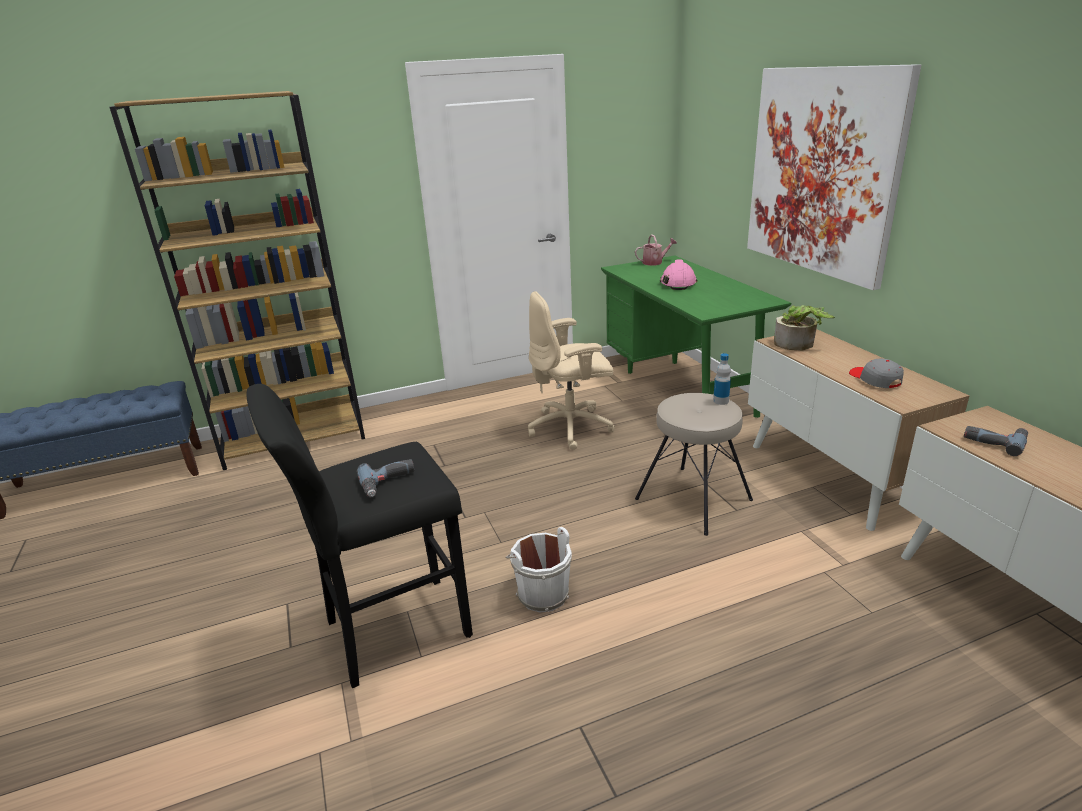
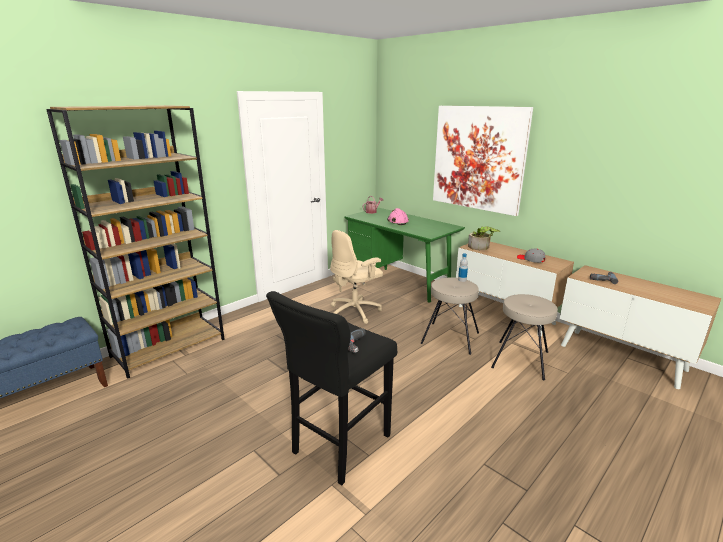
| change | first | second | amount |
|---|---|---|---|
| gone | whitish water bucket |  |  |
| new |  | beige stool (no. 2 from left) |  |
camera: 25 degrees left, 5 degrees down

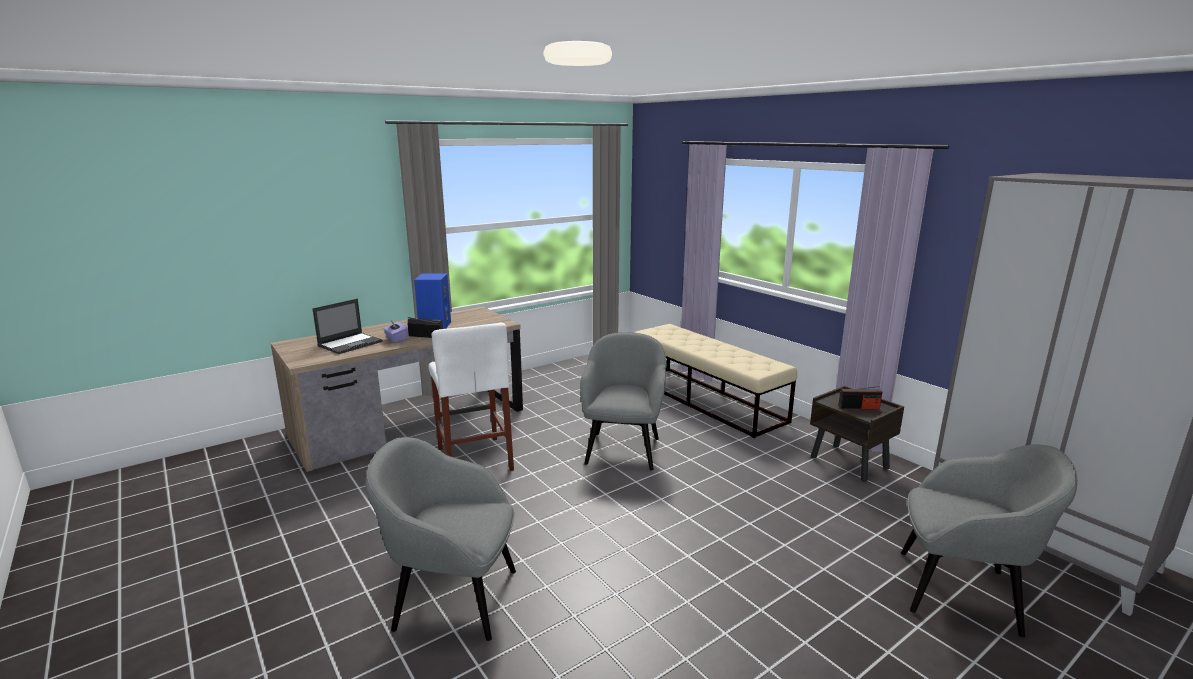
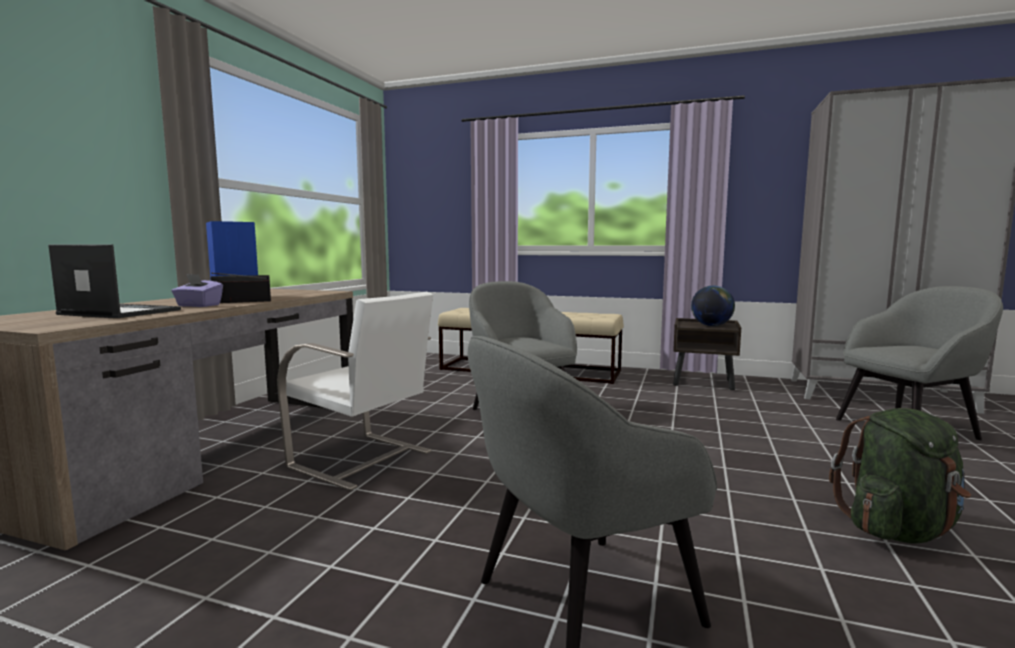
| change | first | second | amount |
|---|---|---|---|
| rotated | laptop |  | 75 degrees counterclockwise |
| swapped | whitish stool | whitish plain chair |  |
| swapped | radio receiver (no. 2 from left) | desk globe |  |
| new |  | green rucksack |  |
camera: 35 degrees left, 10 degrees down

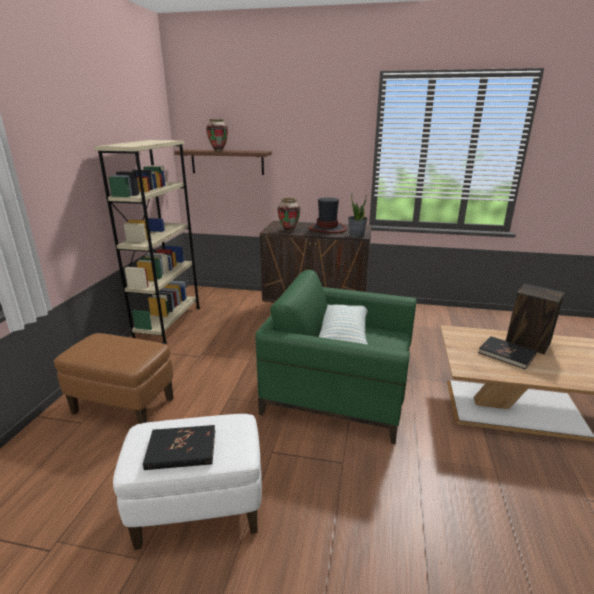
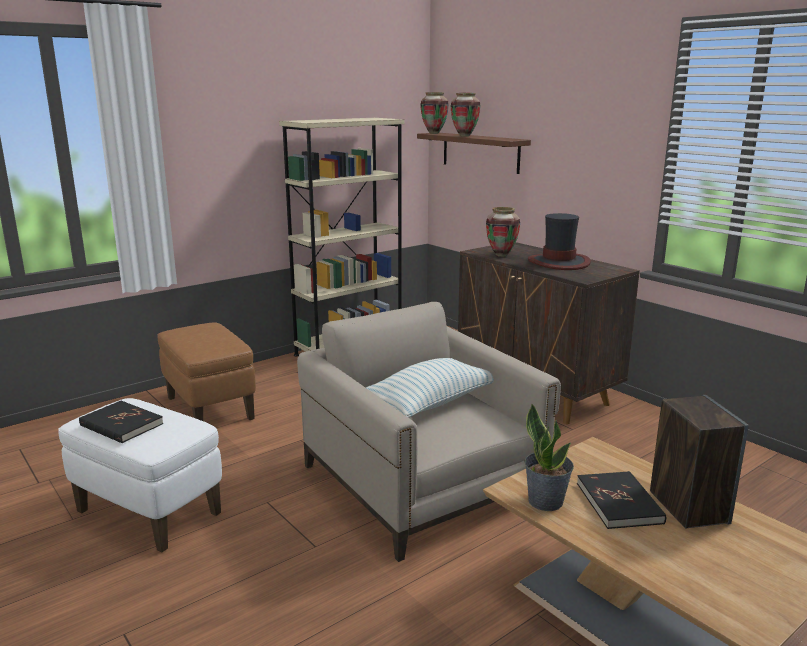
| change | first | second | amount |
|---|---|---|---|
| shifted | plant in a pot |  |  |
| repainted | green easy chair | beige easy chair |  |
| new |  | flower vase (no. 1 from left) |  |
camera: 40 degrees right, 5 degrees down

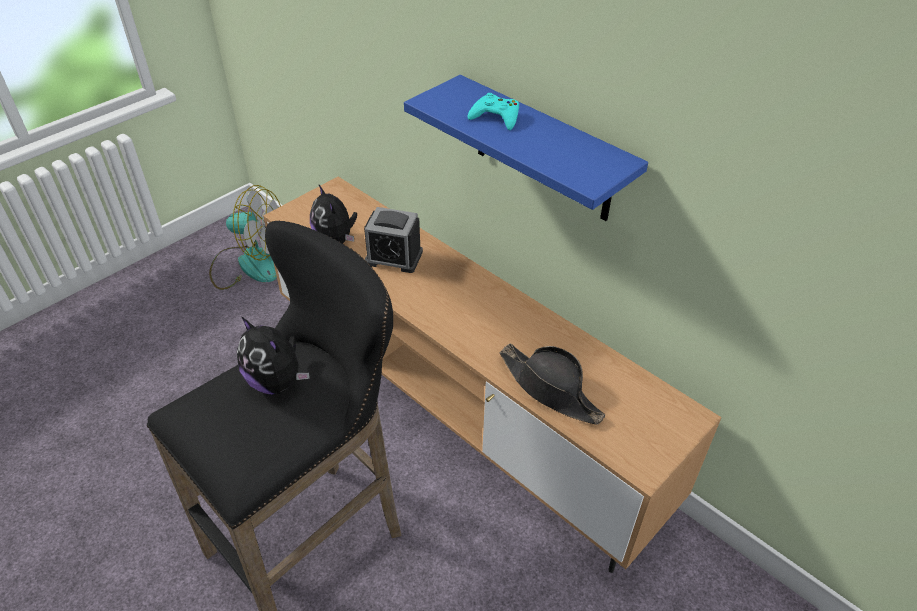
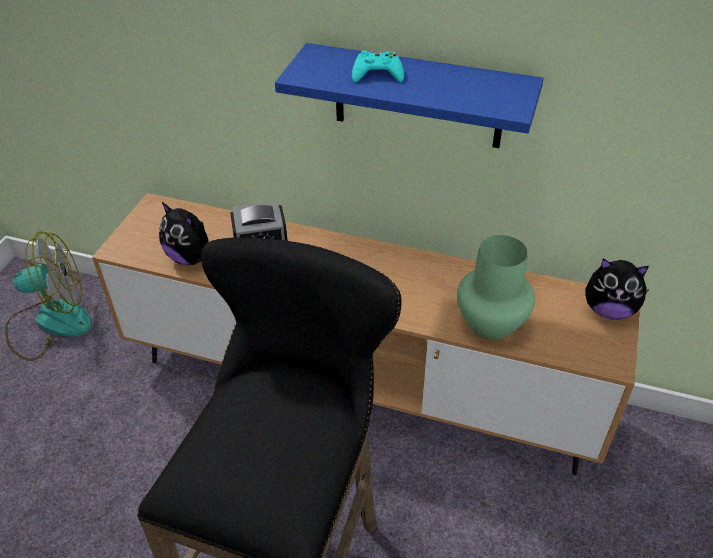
| change | first | second | amount |
|---|---|---|---|
| shifted | soft toy (no. 1 from left in the first image) | soft toy (no. 2 from left) |  |
| swapped | black hat | green flower vase |  |
camera: 25 degrees left, 0 degrees up

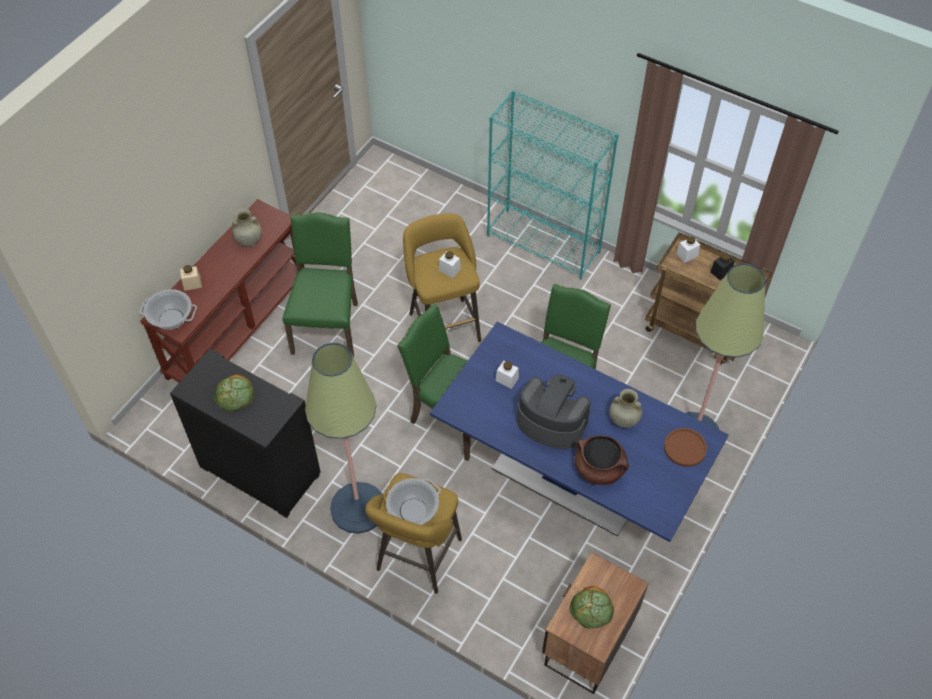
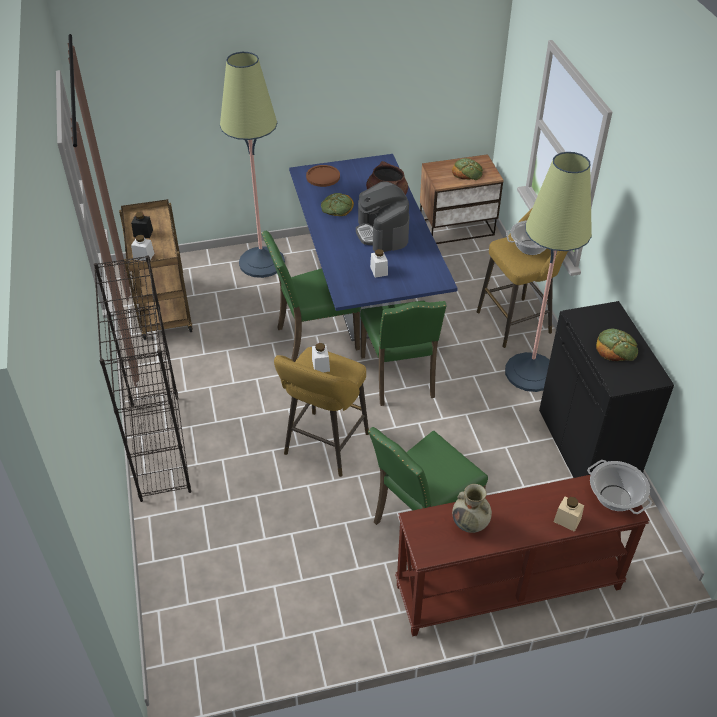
| change | first | second | amount |
|---|---|---|---|
| repainted | turquoise bookcase | black bookcase |  |
| swapped | beige flower vase (no. 2 from left) | bakery bread (no. 1 from left) |  |
camera: 135 degrees left, 10 degrees down

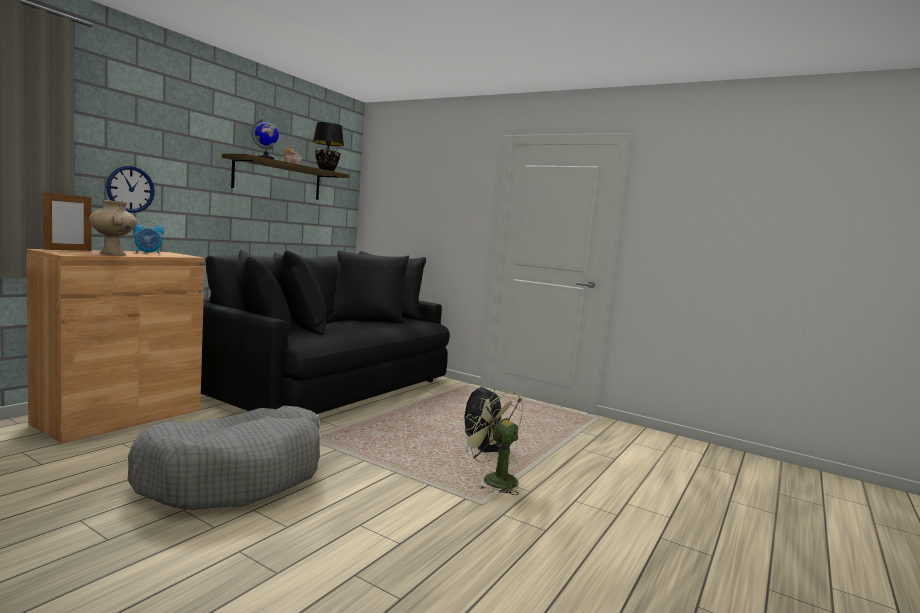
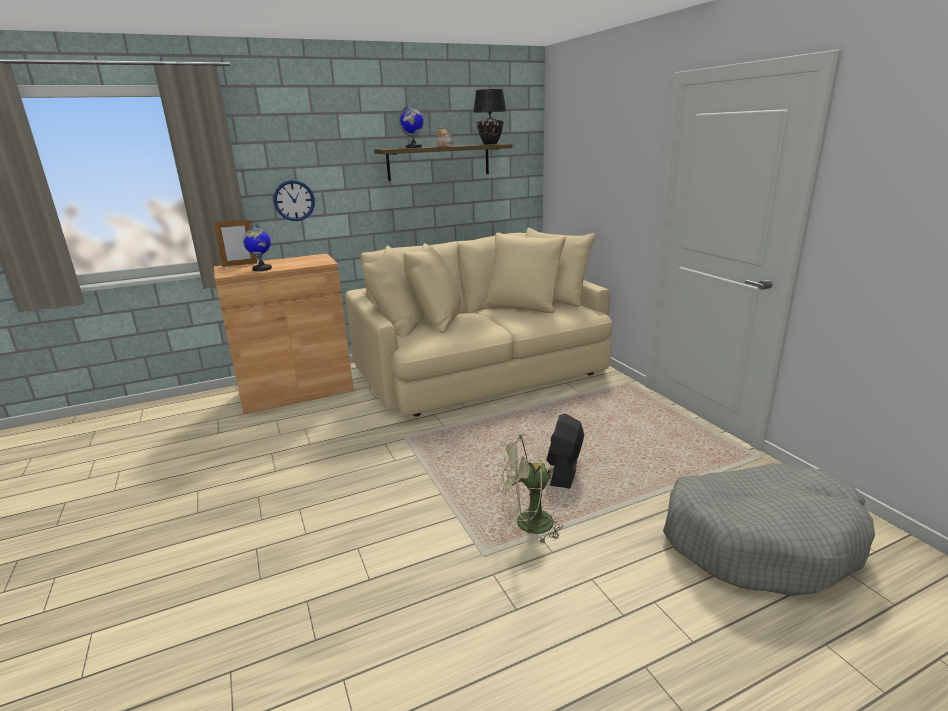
| change | first | second | amount |
|---|---|---|---|
| swapped | beige flower vase | desk globe (no. 1 from left) |  |
| gone | alarm clock |  |  |
| repainted | black sofa | beige sofa |  |
| rotated | green cooling fan |  | 90 degrees counterclockwise |
| shifted | gray dog cushion |  |  |
camera: 35 degrees right, 15 degrees up

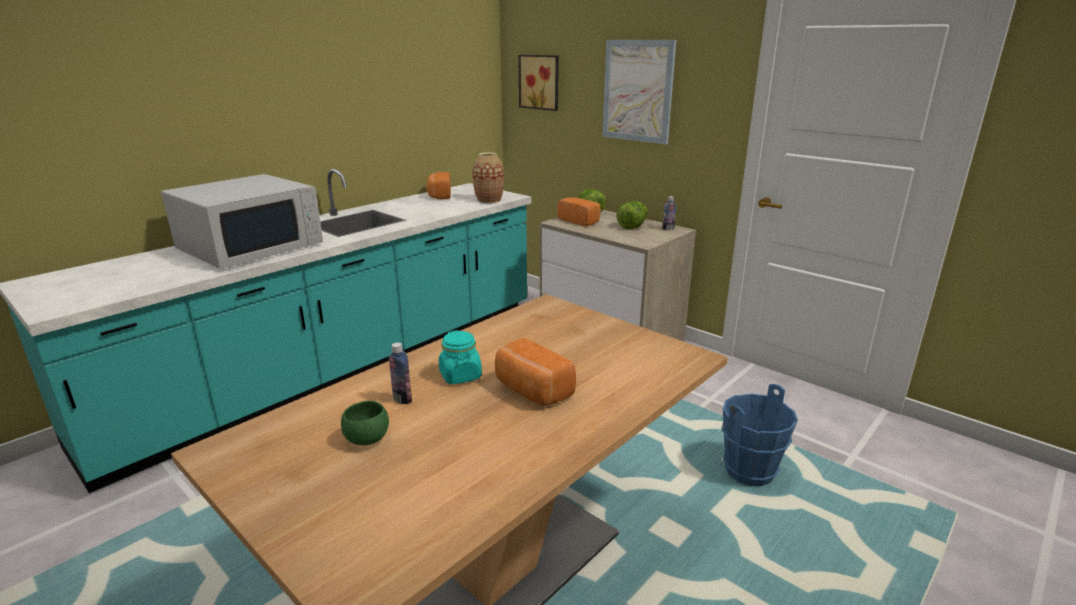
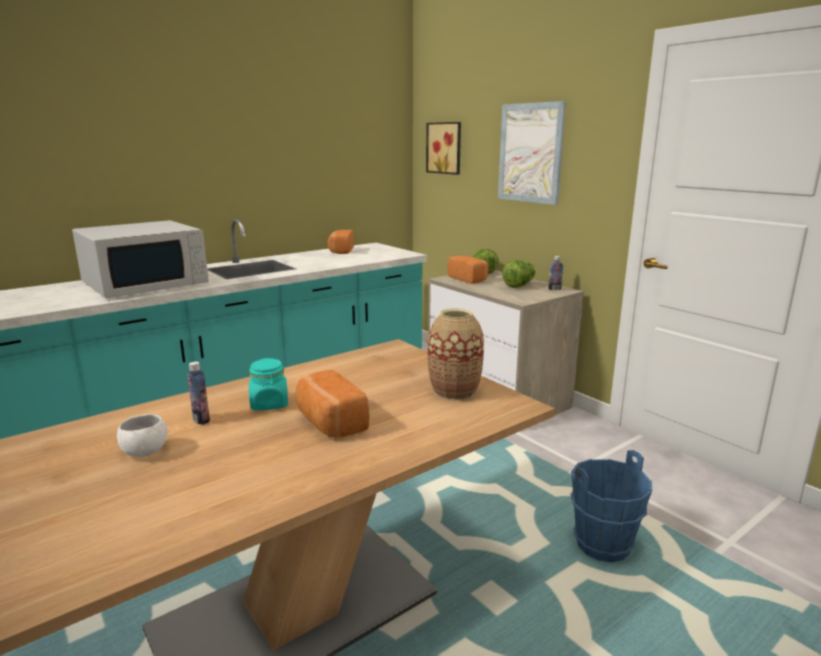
| change | first | second | amount |
|---|---|---|---|
| shifted | flower vase |  |  |
| repainted | green deep dish | whitish deep dish |  |
camera: 10 degrees right, 5 degrees down

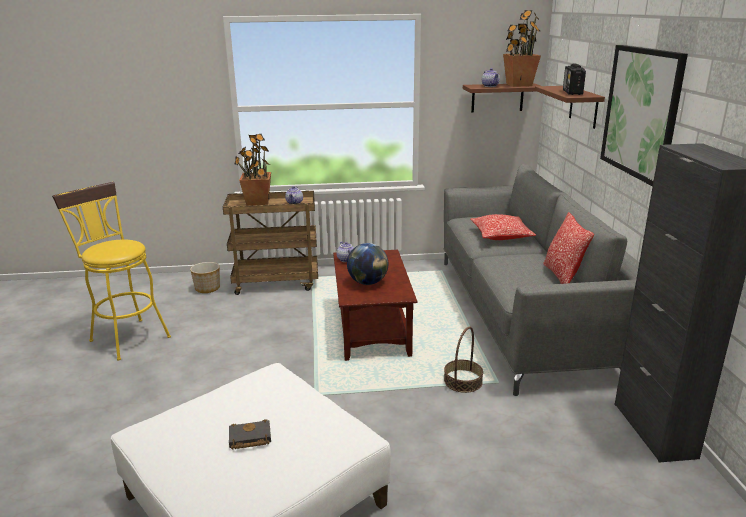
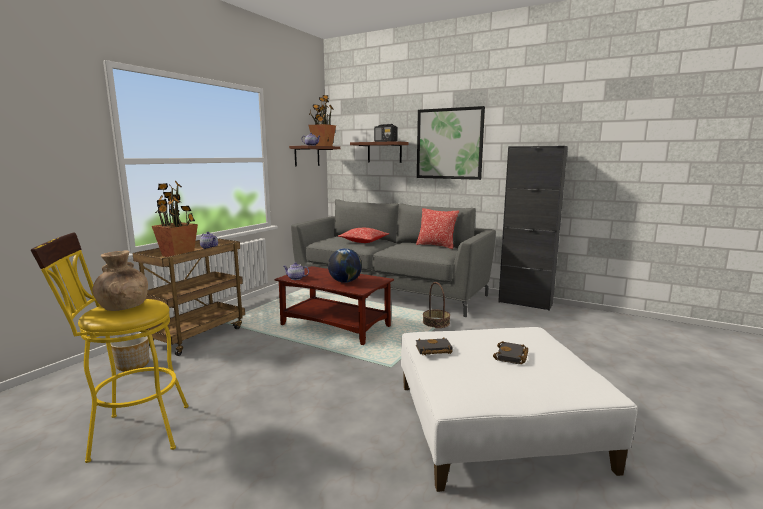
| change | first | second | amount |
|---|---|---|---|
| new |  | brown-coloured flower vase |  |
| new |  | black volume (no. 1 from left) |  |
camera: 55 degrees left, 10 degrees down

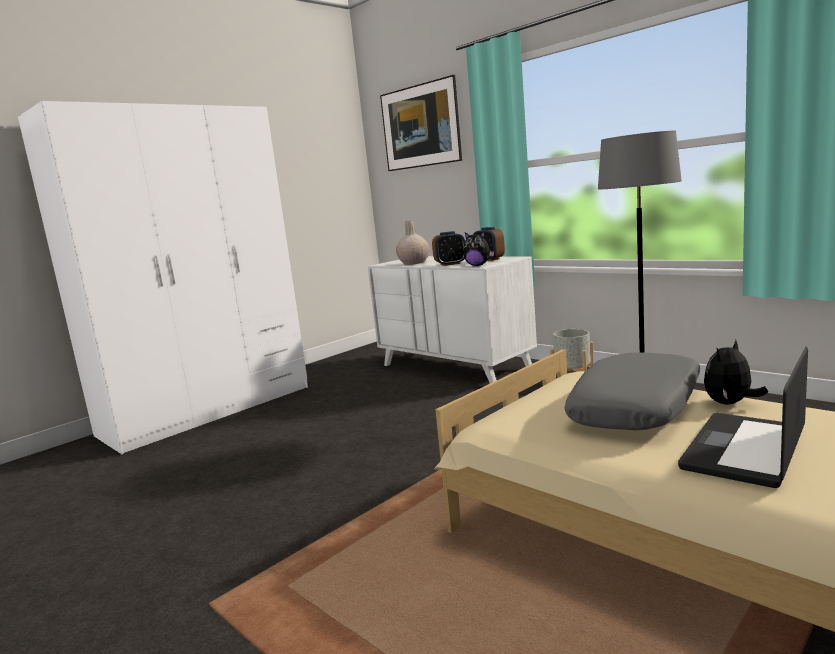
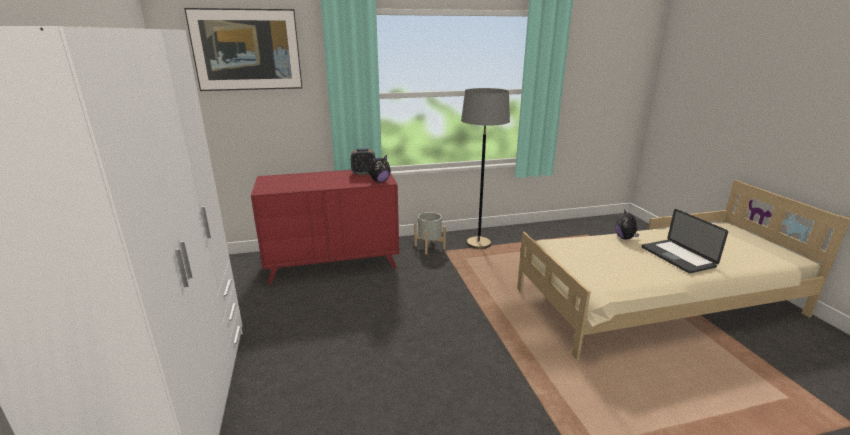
| change | first | second | amount |
|---|---|---|---|
| gone | beige flower vase |  |  |
| gone | alarm clock (no. 1 from left) |  |  |
| repainted | whitish drawer chest | red-coloured drawer chest |  |
| gone | gray throw pillow |  |  |
camera: 60 degrees left, 10 degrees up

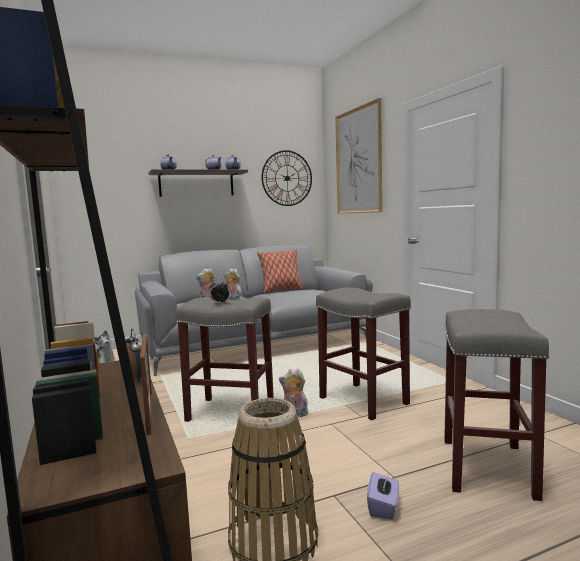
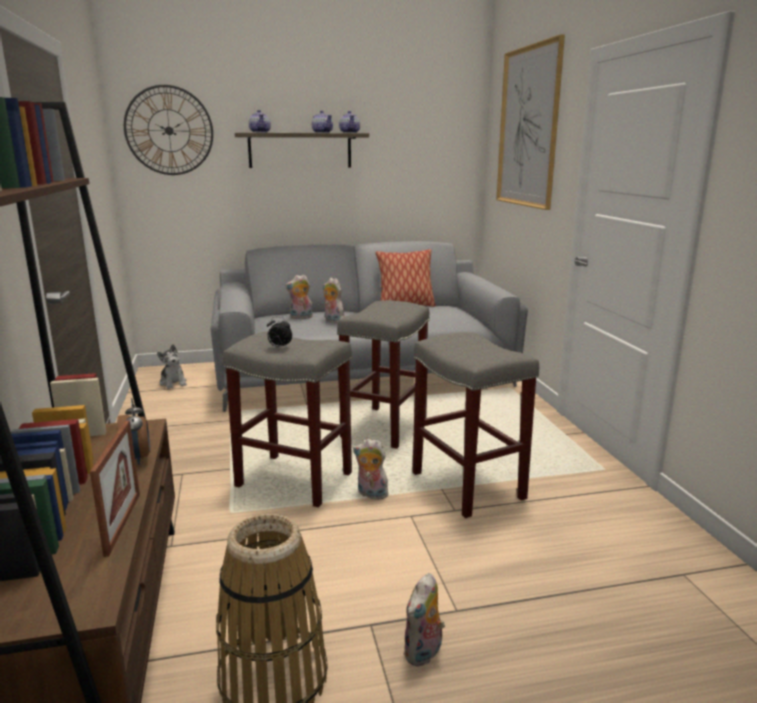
| change | first | second | amount |
|---|---|---|---|
| shifted | wall clock |  |  |
| shifted | gray stool (no. 3 from left in the first image) | gray stool (no. 2 from left) |  |
| swapped | purplish tissue box | soft toy (no. 5 from left) |  |
camera: 10 degrees right, 10 degrees up

